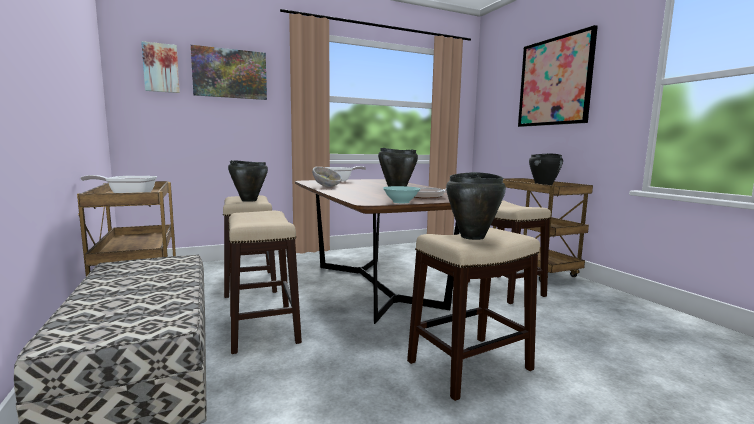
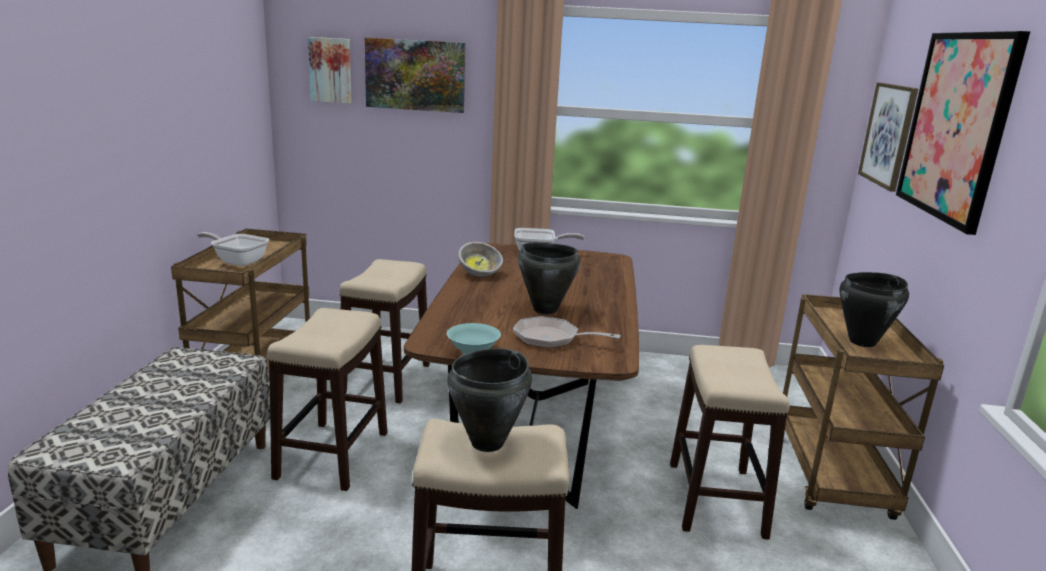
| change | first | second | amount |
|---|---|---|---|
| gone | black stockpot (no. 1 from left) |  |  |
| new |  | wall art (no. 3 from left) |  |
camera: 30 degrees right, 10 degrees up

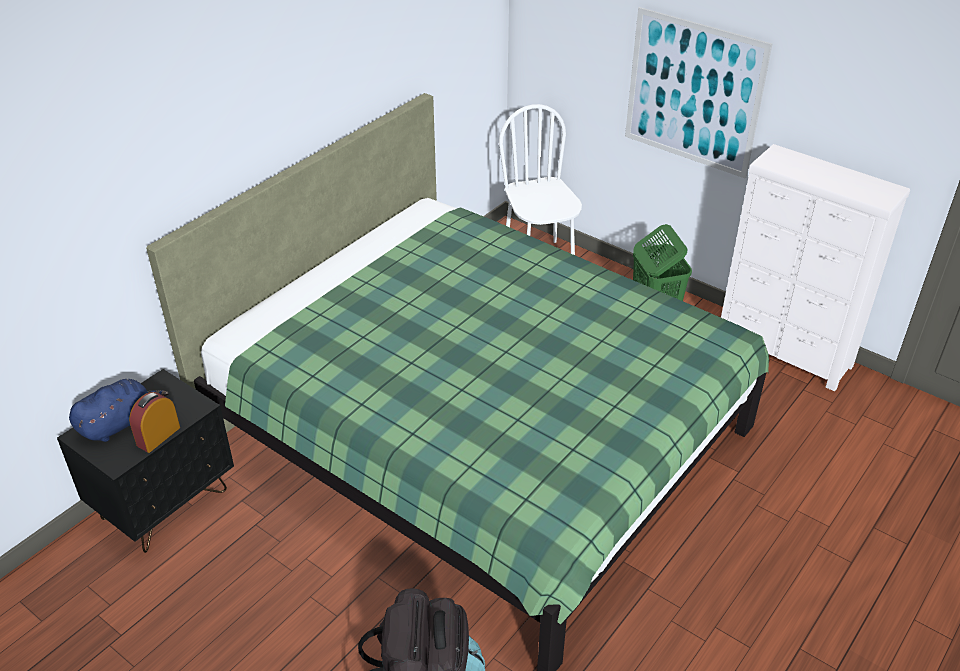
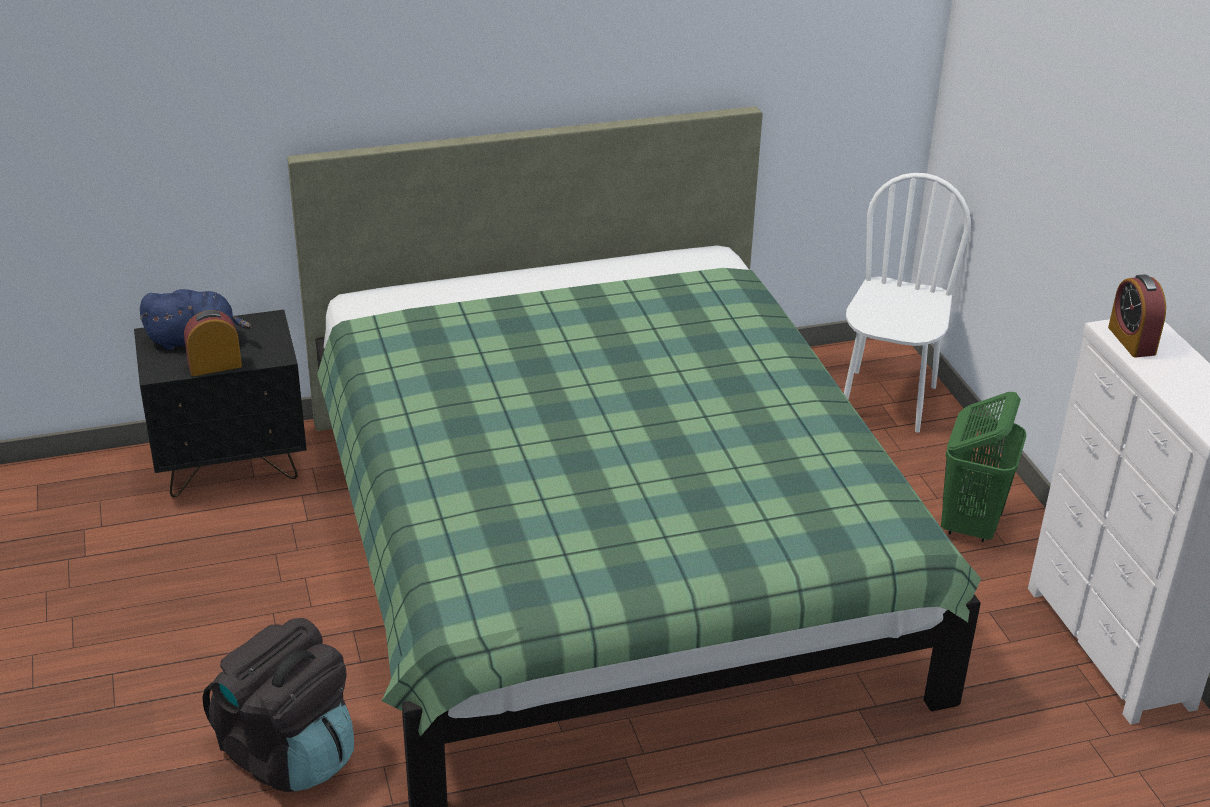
| change | first | second | amount |
|---|---|---|---|
| gone | wall art |  |  |
| new |  | alarm clock (no. 2 from left) |  |
camera: 35 degrees right, 5 degrees down

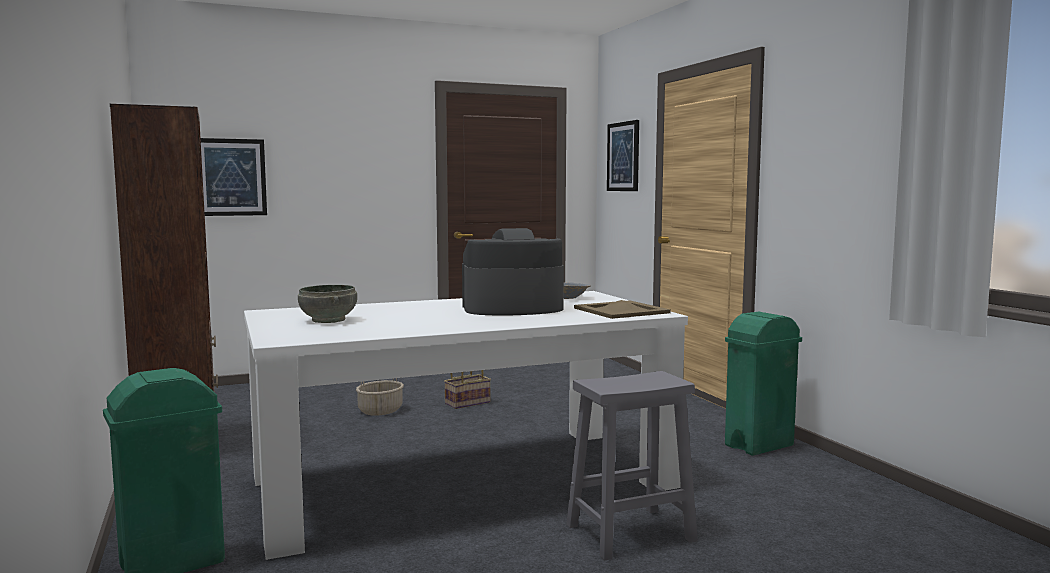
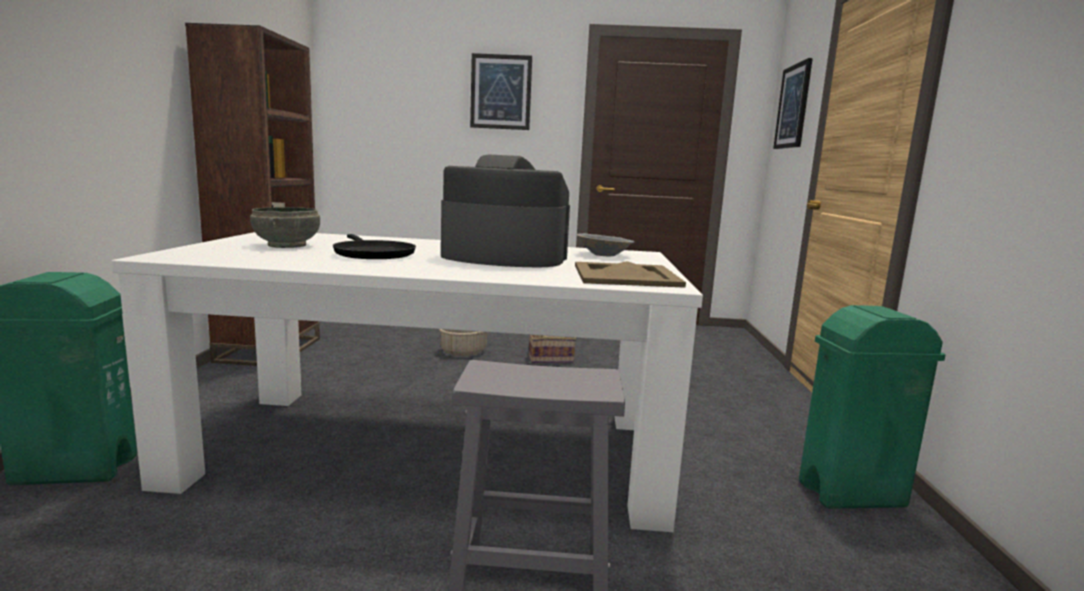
| change | first | second | amount |
|---|---|---|---|
| shifted | wall art (no. 1 from left) |  |  |
| new |  | black frying pan |  |
camera: 25 degrees right, 5 degrees up

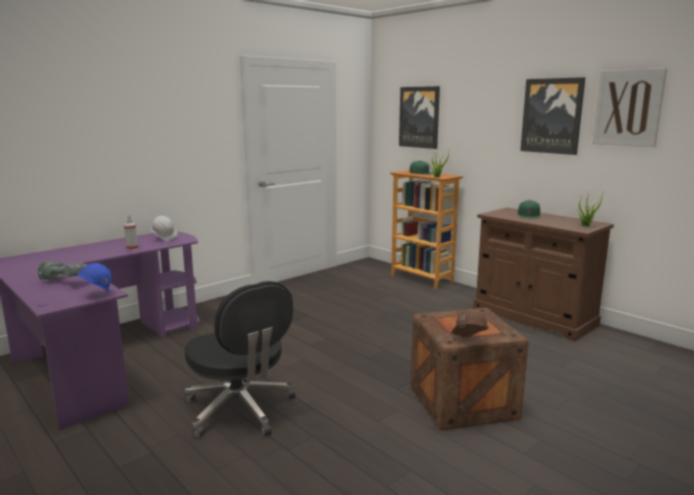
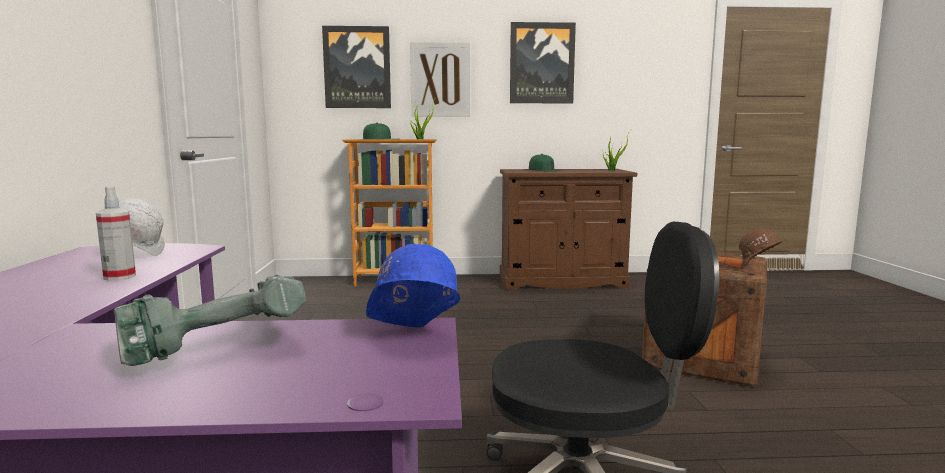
| change | first | second | amount |
|---|---|---|---|
| shifted | wall art (no. 3 from left in the first image) | wall art (no. 2 from left) |  |
camera: 50 degrees left, 5 degrees down

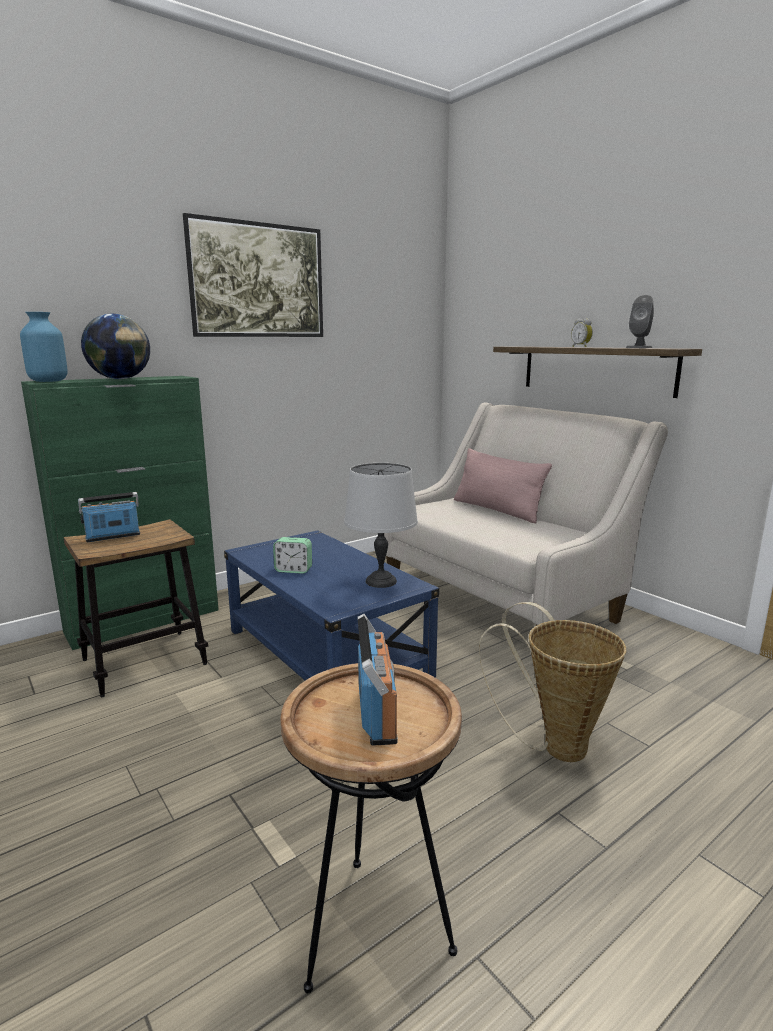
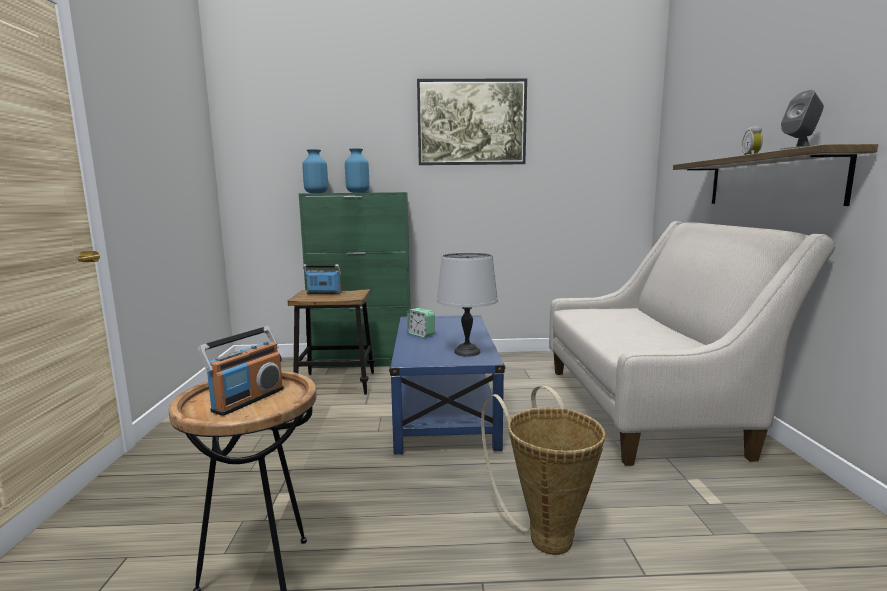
| change | first | second | amount |
|---|---|---|---|
| swapped | desk globe | bluish flower vase (no. 2 from left) |  |
| gone | pink throw pillow |  |  |
camera: 35 degrees right, 5 degrees down

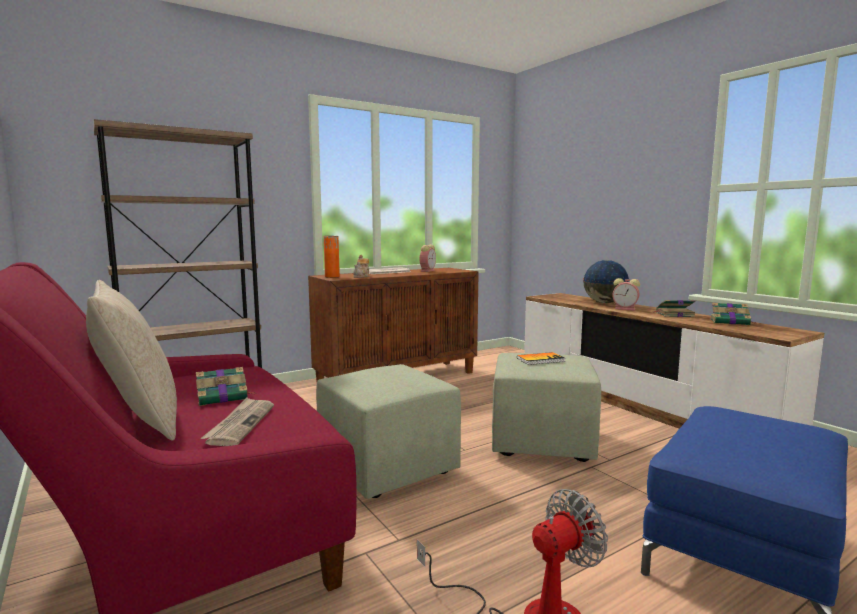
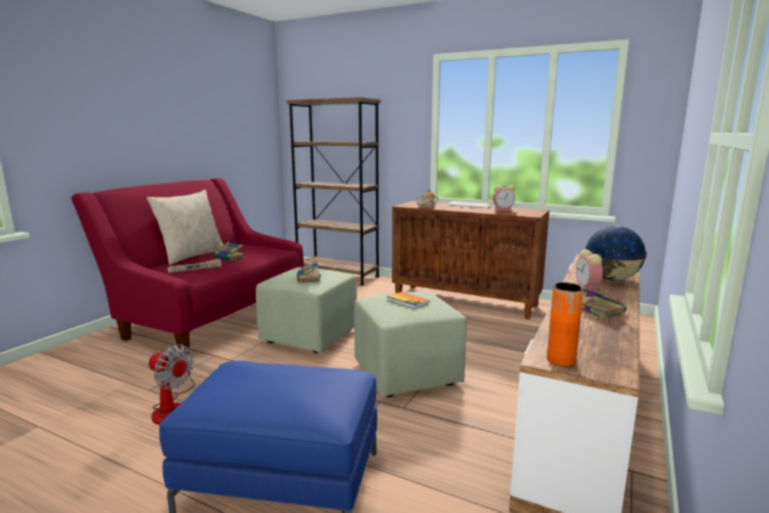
| change | first | second | amount |
|---|---|---|---|
| shifted | orange-coloured flower vase |  |  |
| shifted | volume (no. 4 from left in the first image) | volume (no. 2 from left) |  |
camera: 60 degrees right, 5 degrees up

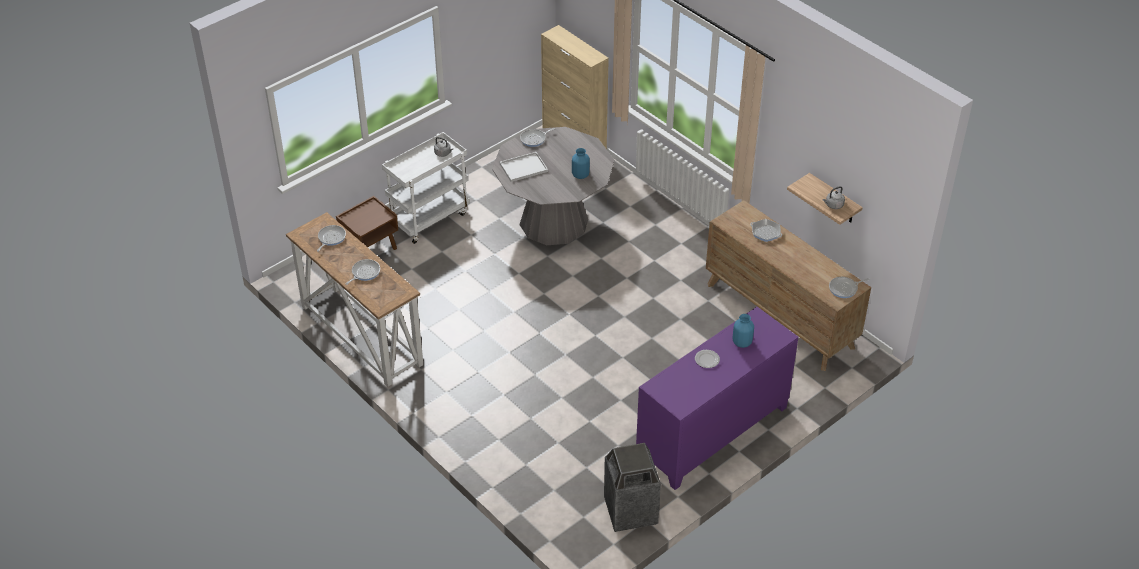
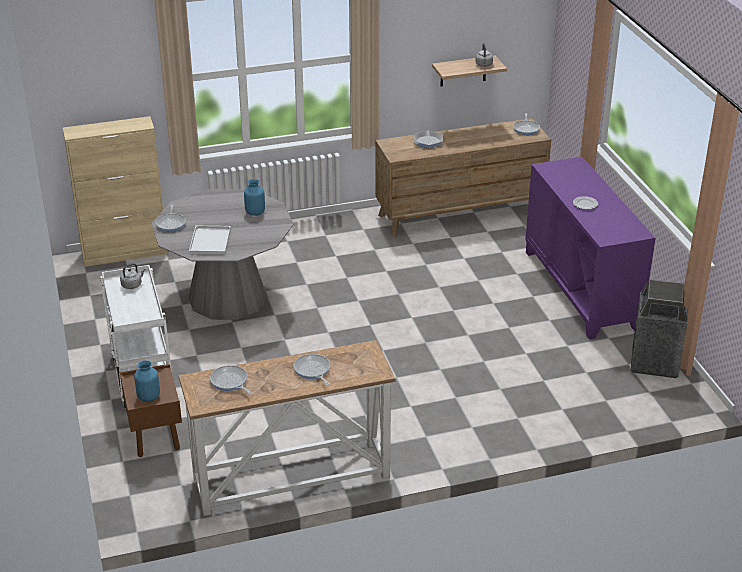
| change | first | second | amount |
|---|---|---|---|
| shifted | bluish flower vase (no. 2 from left in the first image) | bluish flower vase (no. 1 from left) |  |
camera: 65 degrees left, 10 degrees down

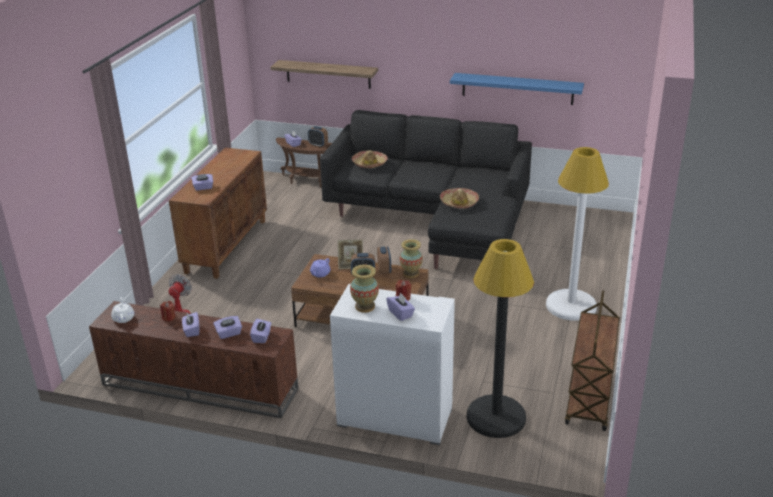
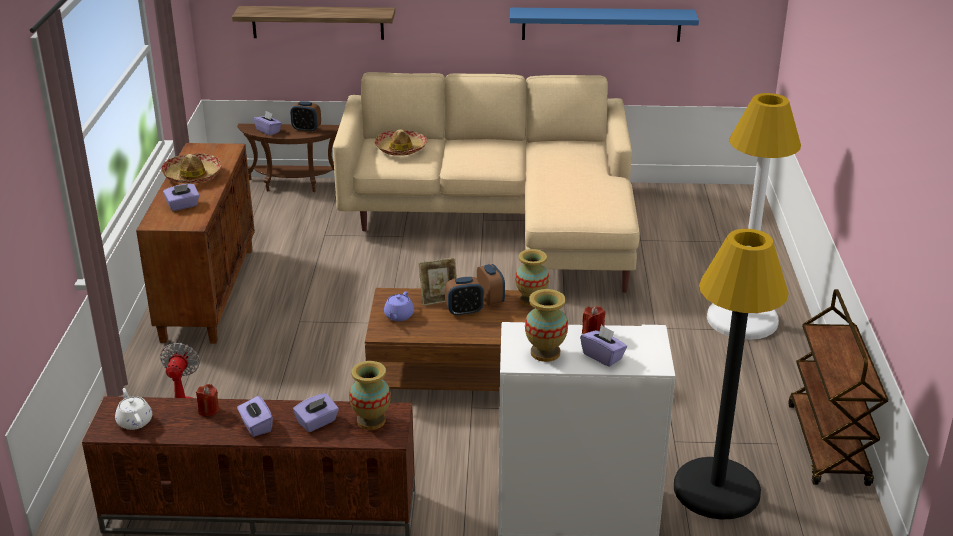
| change | first | second | amount |
|---|---|---|---|
| repainted | black sofa | beige sofa |  |
| shifted | hat (no. 2 from left in the first image) | hat (no. 1 from left) |  |
| swapped | purplish tissue box (no. 4 from left) | flower vase (no. 1 from left) |  |
camera: 15 degrees left, 0 degrees up

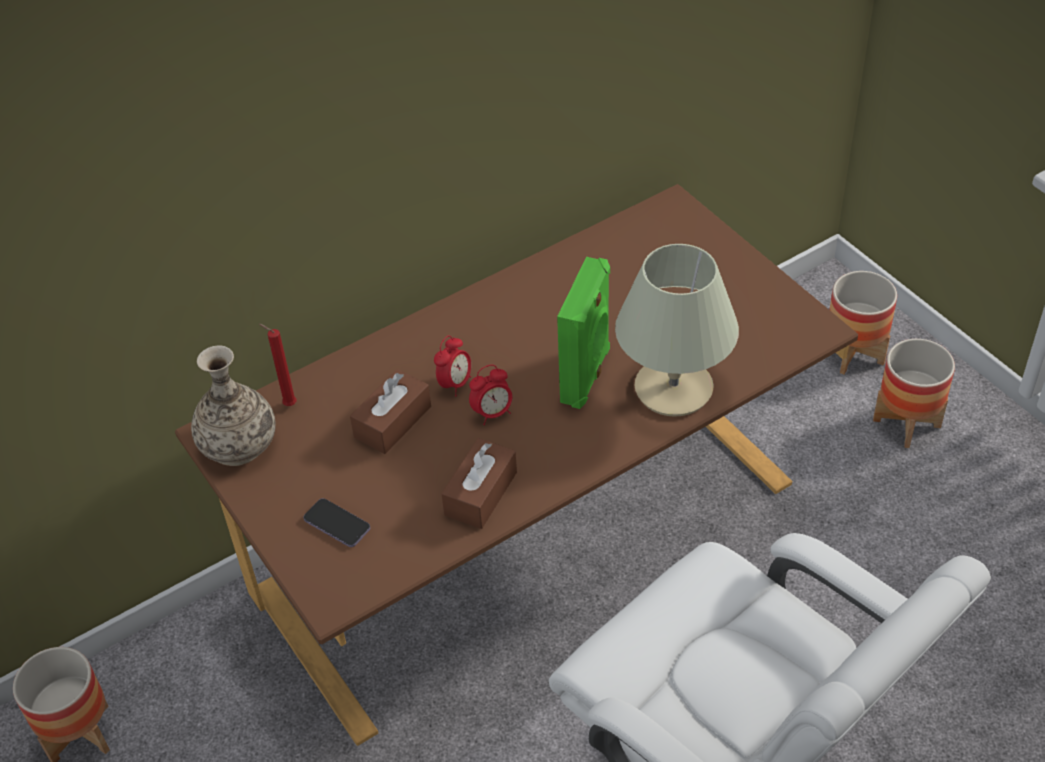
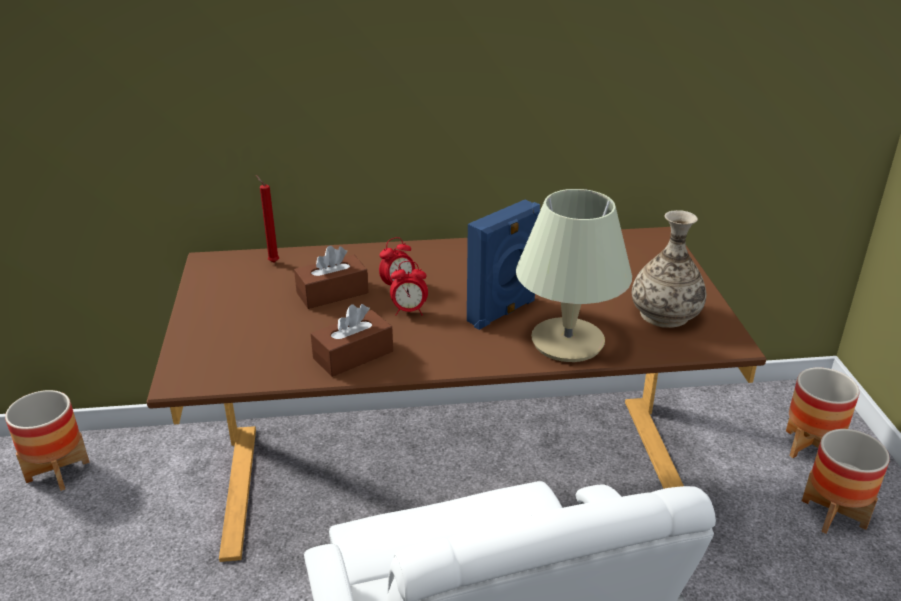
| change | first | second | amount |
|---|---|---|---|
| repainted | green speaker | bluish speaker |  |
| shifted | flower vase |  |  |
| gone | telephone |  |  |
camera: 25 degrees right, 15 degrees down

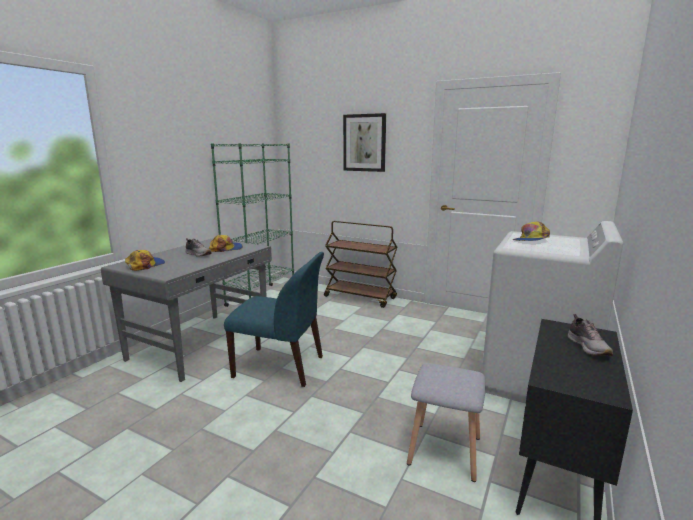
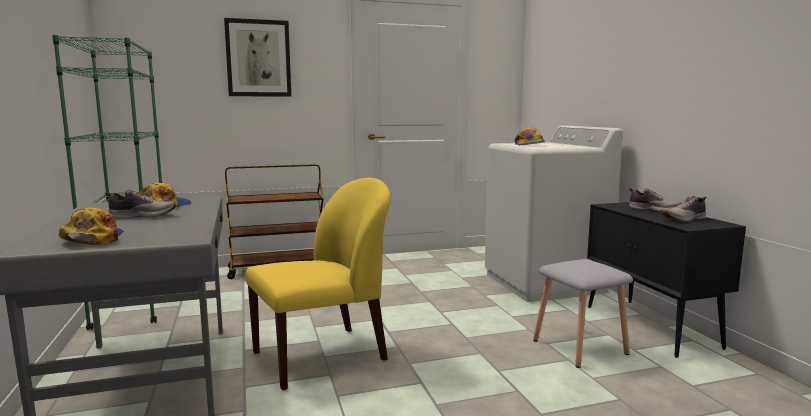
| change | first | second | amount |
|---|---|---|---|
| repainted | bluish plain chair | yellowish plain chair |  |
| new |  | shoe (no. 3 from left) |  |
camera: 45 degrees left, 5 degrees down

